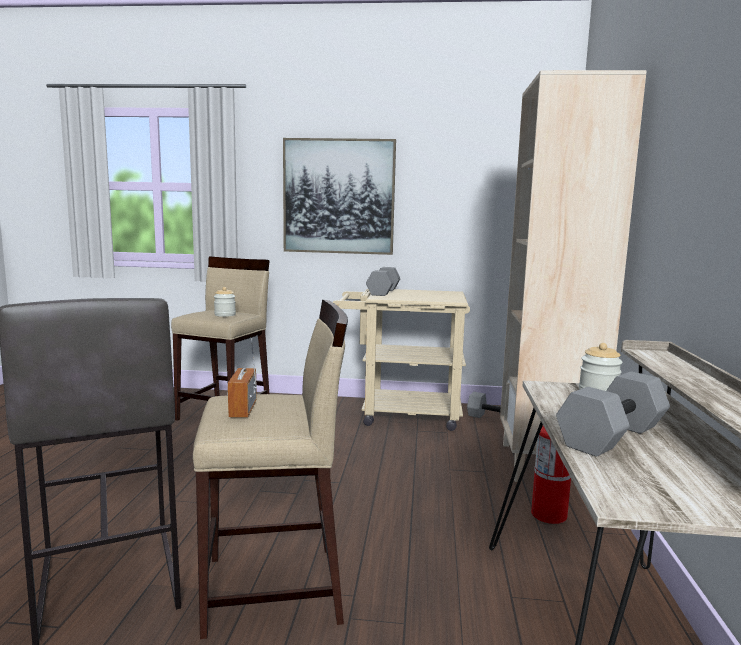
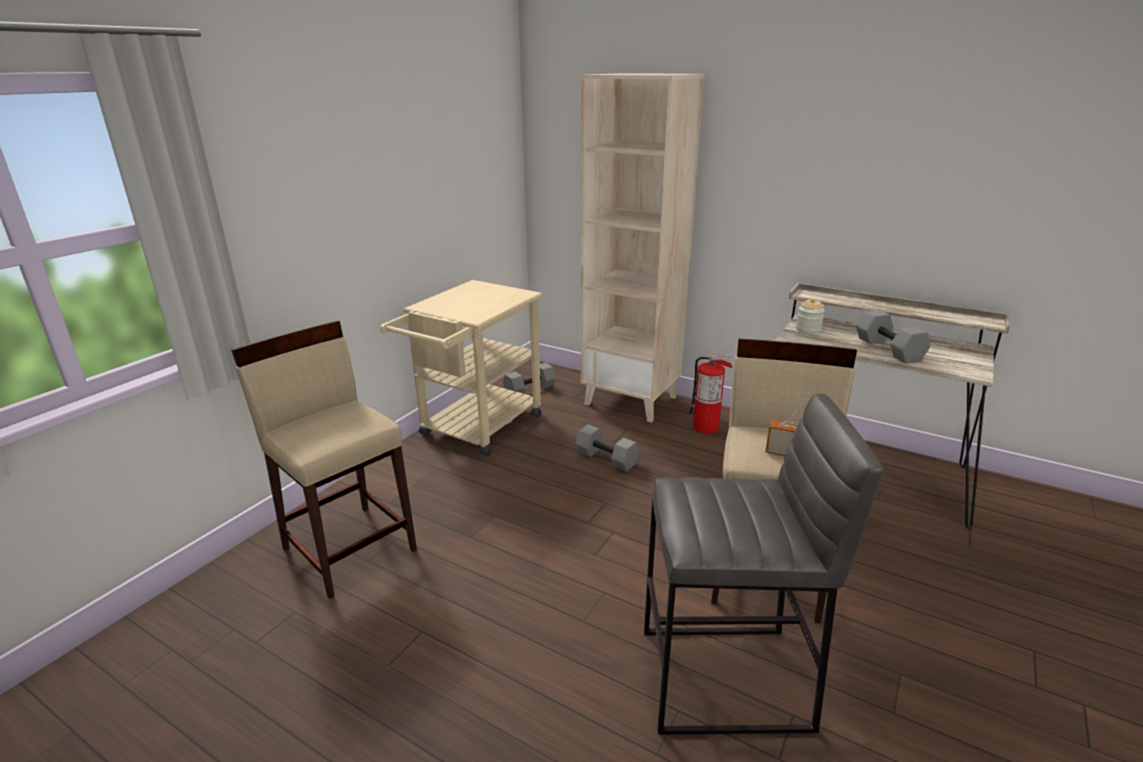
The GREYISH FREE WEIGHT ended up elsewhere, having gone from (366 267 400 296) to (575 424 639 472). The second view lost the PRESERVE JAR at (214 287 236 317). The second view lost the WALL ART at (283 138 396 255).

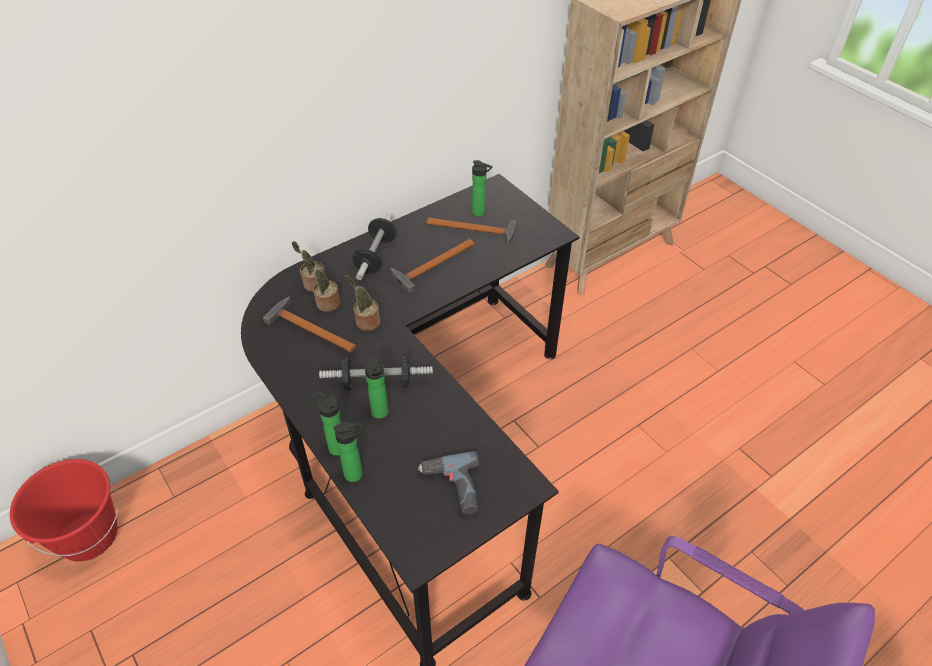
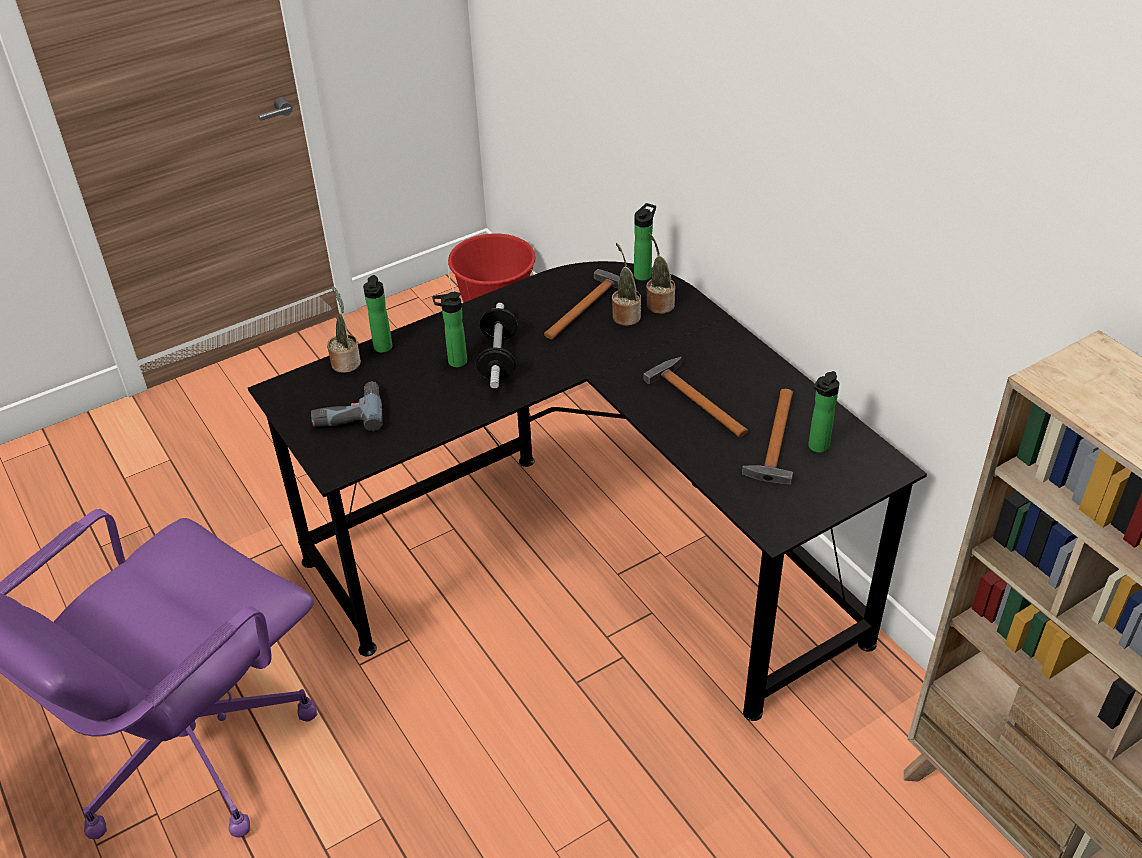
The HOUSEPLANT ended up elsewhere, having gone from (345 275 380 331) to (327 286 361 373). The BOTTLE ended up elsewhere, having gone from (310 392 341 456) to (634 203 656 281). The second view lost the FREE WEIGHT at (353 214 396 280).

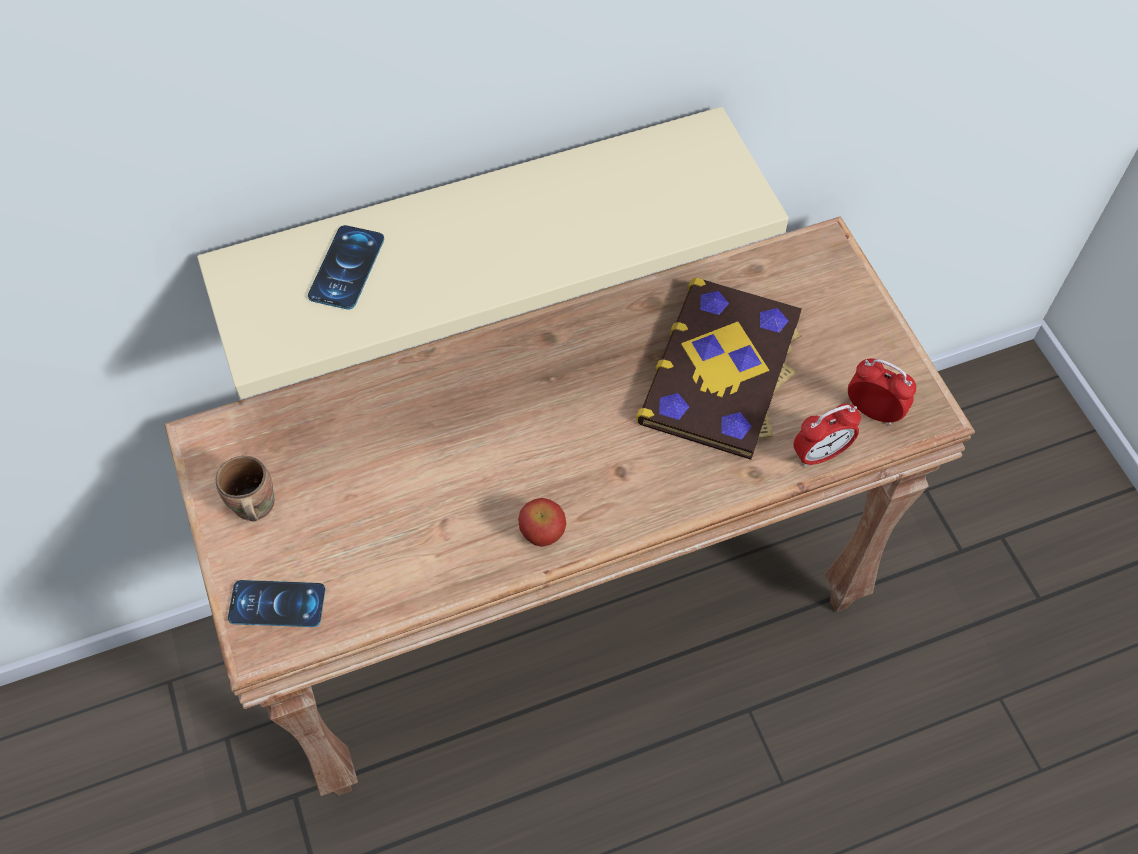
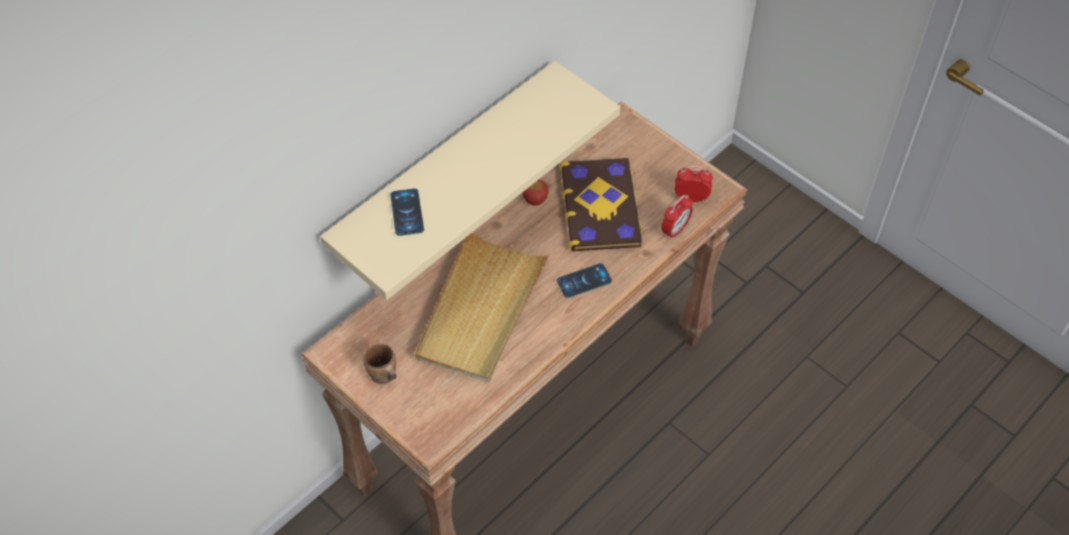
The second view gained the BEIGE CARRYING TRAY at (415 233 550 382). The APPLE ended up elsewhere, having gone from (518 498 566 547) to (522 179 549 206). The TELEPHONE ended up elsewhere, having gone from (228 580 325 627) to (556 263 612 298).

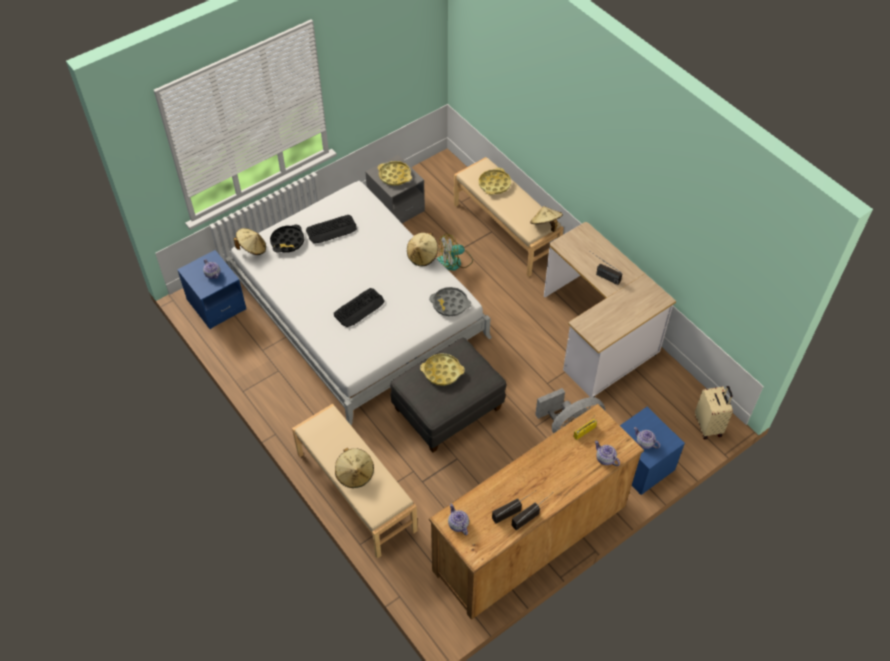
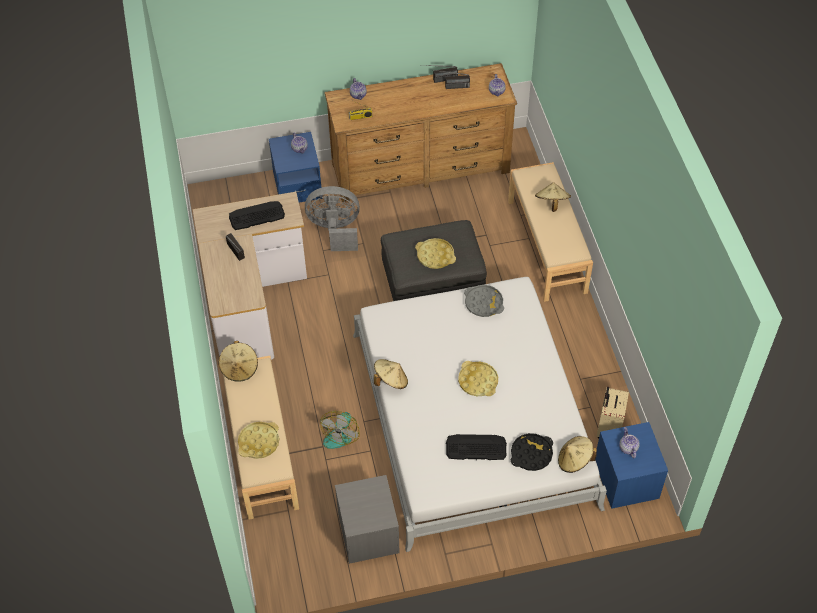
The COMPUTER KEYBOARD ended up elsewhere, having gone from (334 288 385 327) to (229 201 285 230). The COOLING FAN at (437 233 473 271) ended up facing another way, 105 degrees clockwise from before. The YELLOW-COLOURED CARRYING TRAY ended up elsewhere, having gone from (378 161 412 186) to (458 361 498 396). The GREYISH CARRYING TRAY ended up elsewhere, having gone from (429 287 471 316) to (464 285 504 317). The BEIGE SUITCASE ended up elsewhere, having gone from (695 386 733 439) to (597 387 629 438).

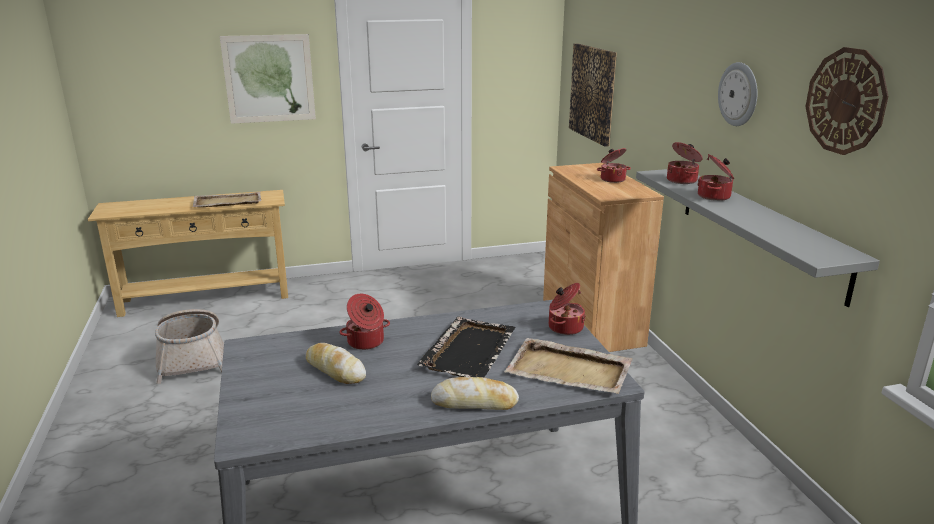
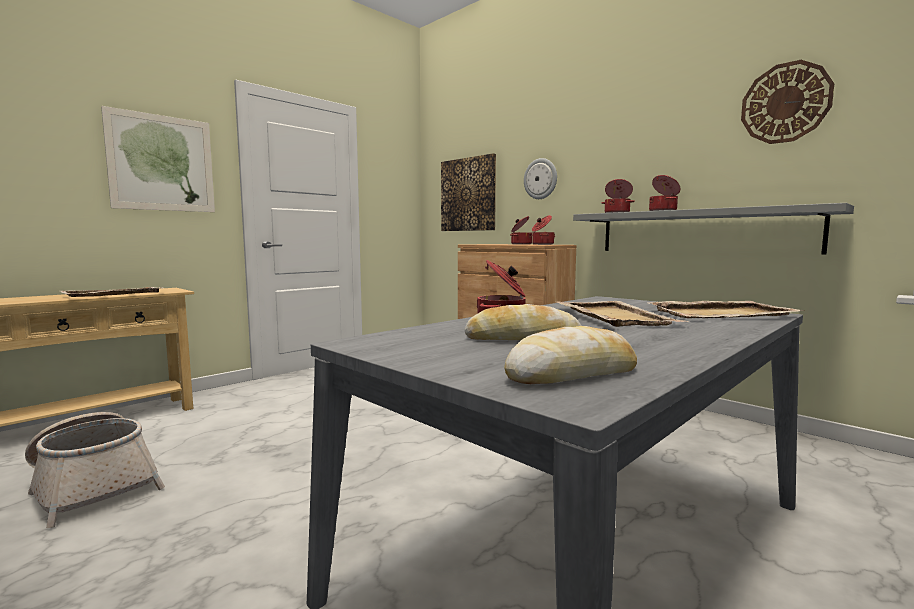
The BAKERY BREAD ended up elsewhere, having gone from (431 377 519 410) to (504 326 637 384). The WALL CLOCK ended up elsewhere, having gone from (718 62 758 126) to (524 158 557 199). The STOCKPOT ended up elsewhere, having gone from (549 283 586 335) to (532 215 555 245). What was the BLACK CARRYING TRAY at (417 317 515 378) turned into the BEIGE CARRYING TRAY at (557 301 689 327).

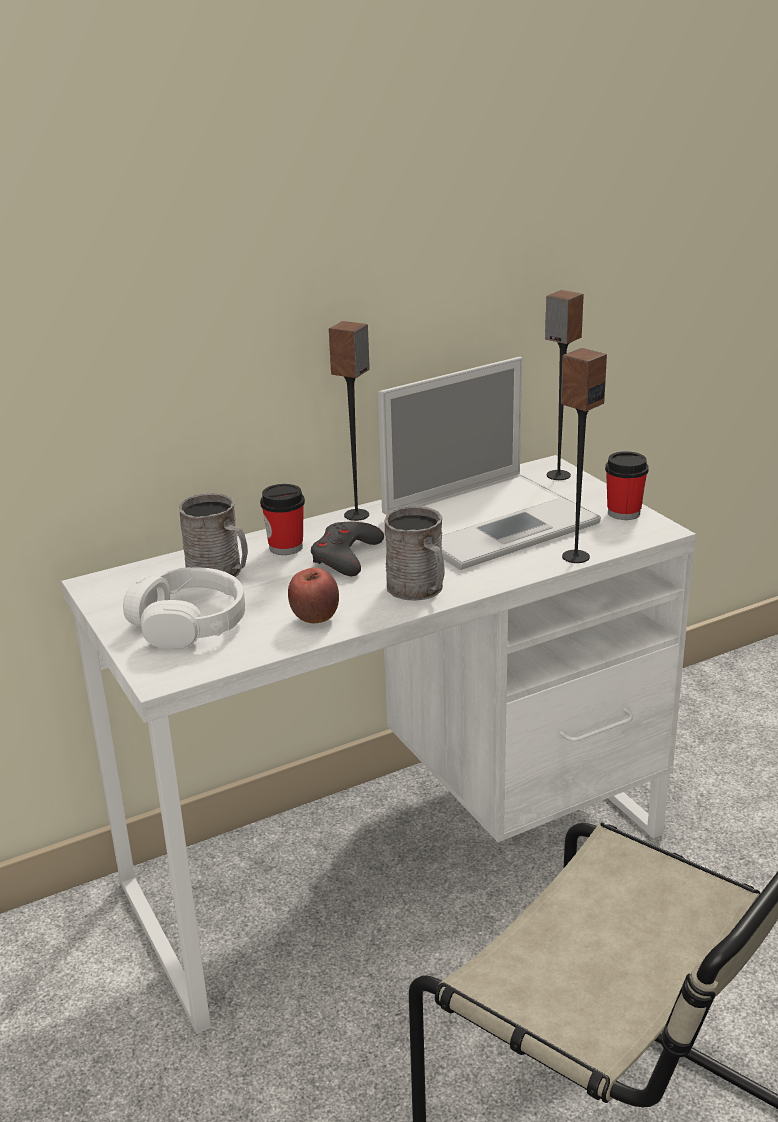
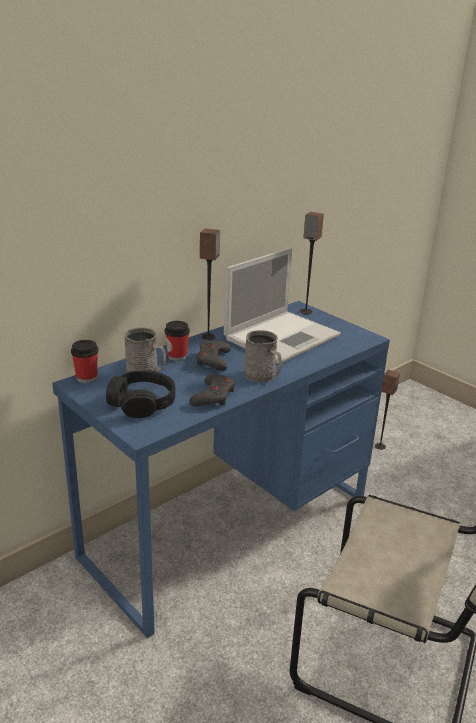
What was the WHITE-COLOURED DESK UNIT at (61 455 696 1034) turned into the BLUISH DESK UNIT at (52 301 390 638). The CUP ended up elsewhere, having gone from (605 451 649 520) to (71 340 99 383). What was the WHITE-COLOURED HEADPHONES at (123 567 245 649) turned into the BLACK HEADPHONES at (106 370 176 418). Where the APPLE stood at (288 567 339 623), the GREYISH JOYPAD came to stand at (189 374 235 406). The AUDIO SPEAKER ended up elsewhere, having gone from (561 348 607 563) to (375 370 400 450).

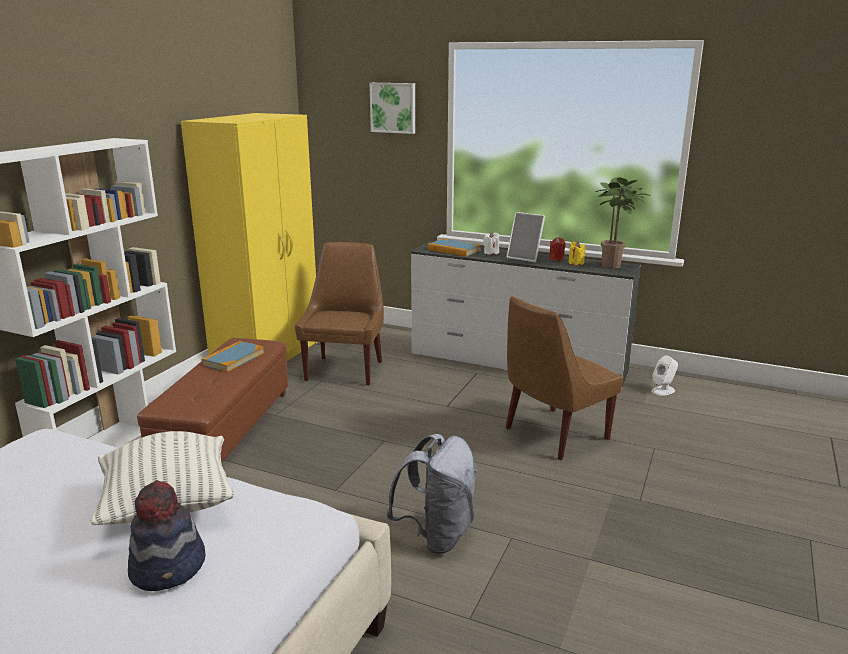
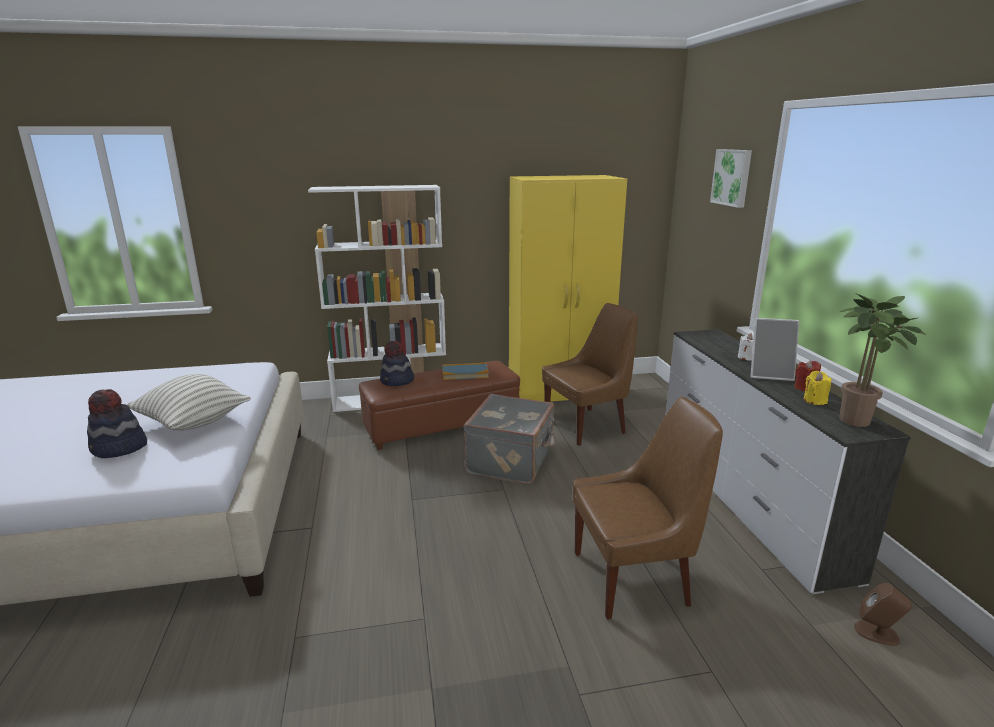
The second view gained the CLOTHING HAT at (380 341 415 386). The second view gained the GREYISH SUITCASE at (463 394 556 484). The BROWN CHAIR at (506 296 624 460) ended up facing another way, 150 degrees clockwise from before. The PICTURE FRAME at (506 212 545 262) ended up facing another way, 75 degrees counterclockwise from before. What was the WHITE-COLOURED AUDIO SPEAKER at (651 356 678 396) turned into the BROWN AUDIO SPEAKER at (854 583 912 646). The second view lost the GREYISH KNAPSACK at (386 434 477 554). The second view lost the BOOK at (428 239 481 257).

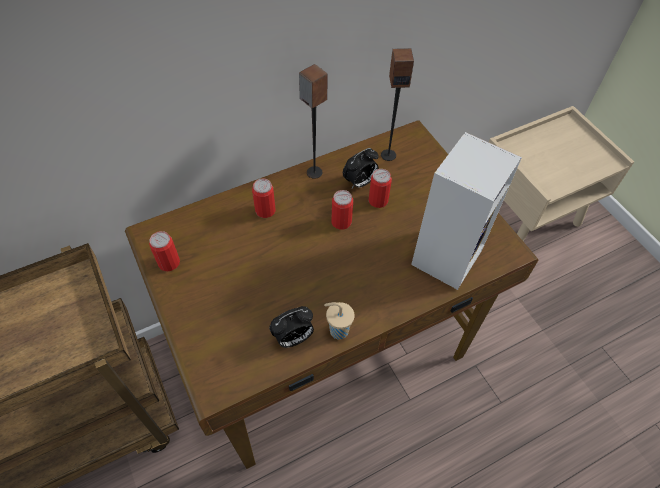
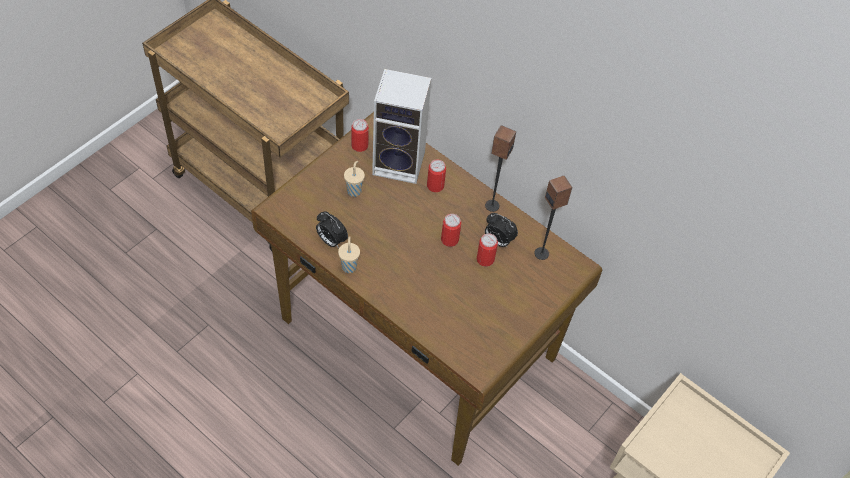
The second view gained the BEIGE CUP at (344 161 365 197). The AUDIO SPEAKER ended up elsewhere, having gone from (411 132 522 290) to (372 69 431 184).

